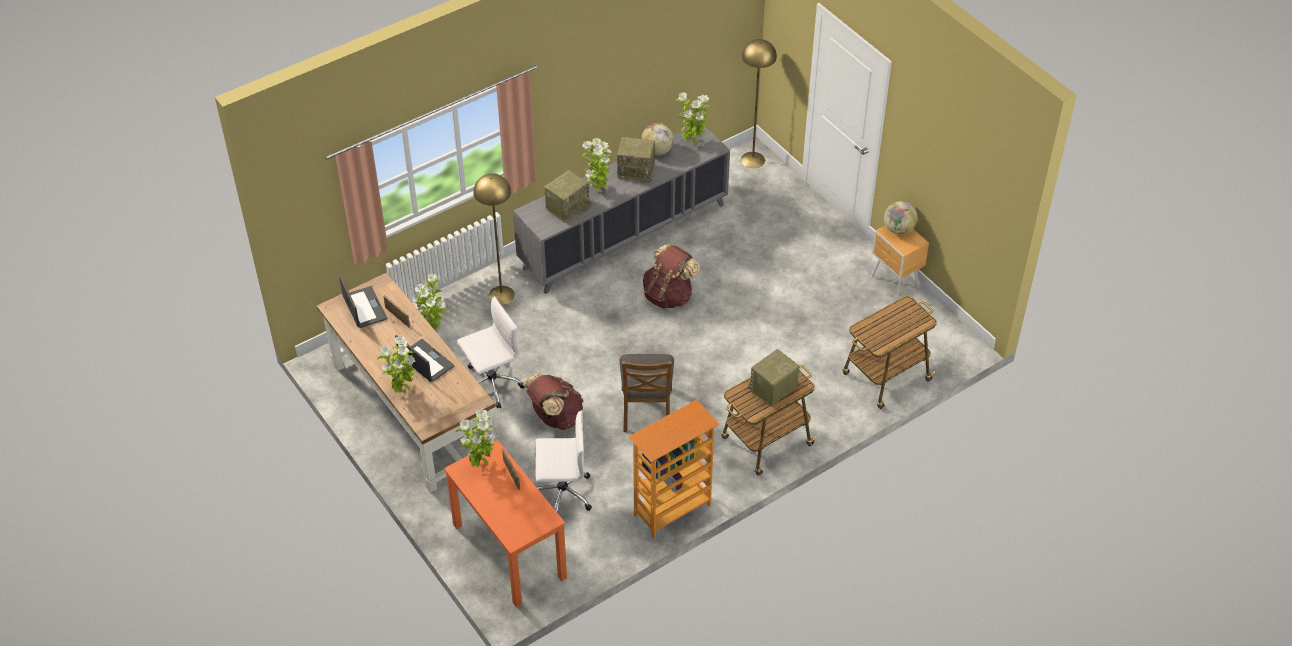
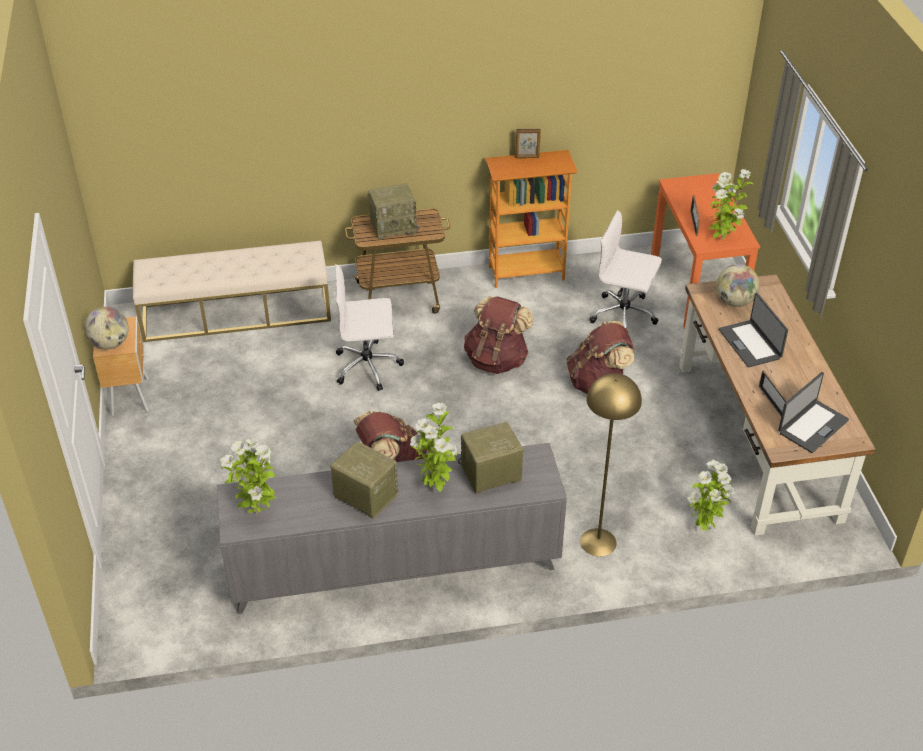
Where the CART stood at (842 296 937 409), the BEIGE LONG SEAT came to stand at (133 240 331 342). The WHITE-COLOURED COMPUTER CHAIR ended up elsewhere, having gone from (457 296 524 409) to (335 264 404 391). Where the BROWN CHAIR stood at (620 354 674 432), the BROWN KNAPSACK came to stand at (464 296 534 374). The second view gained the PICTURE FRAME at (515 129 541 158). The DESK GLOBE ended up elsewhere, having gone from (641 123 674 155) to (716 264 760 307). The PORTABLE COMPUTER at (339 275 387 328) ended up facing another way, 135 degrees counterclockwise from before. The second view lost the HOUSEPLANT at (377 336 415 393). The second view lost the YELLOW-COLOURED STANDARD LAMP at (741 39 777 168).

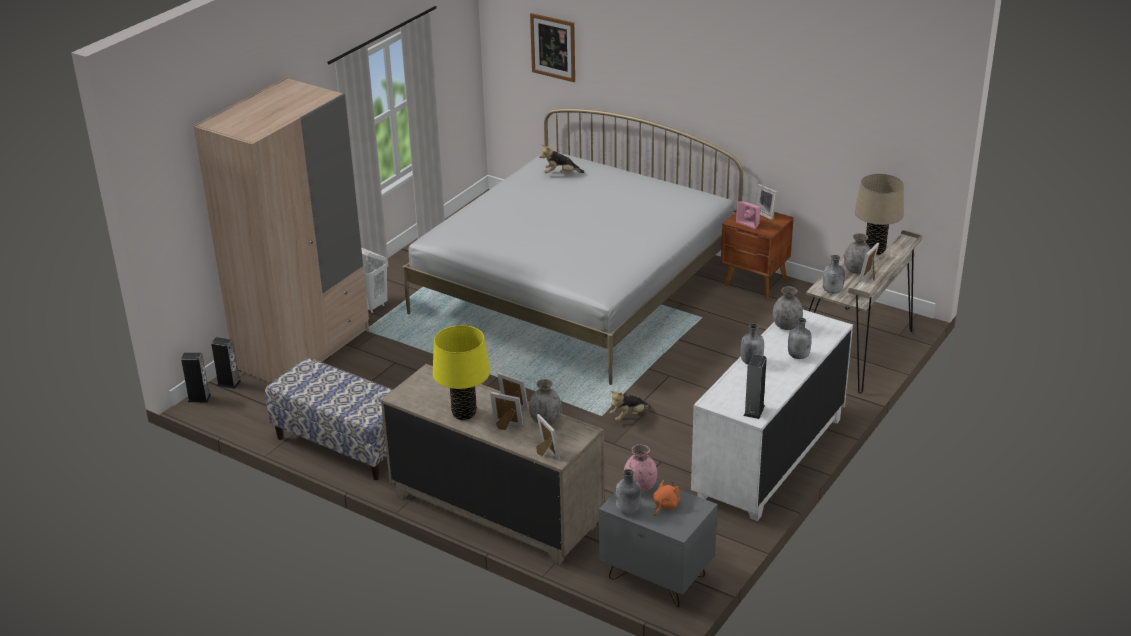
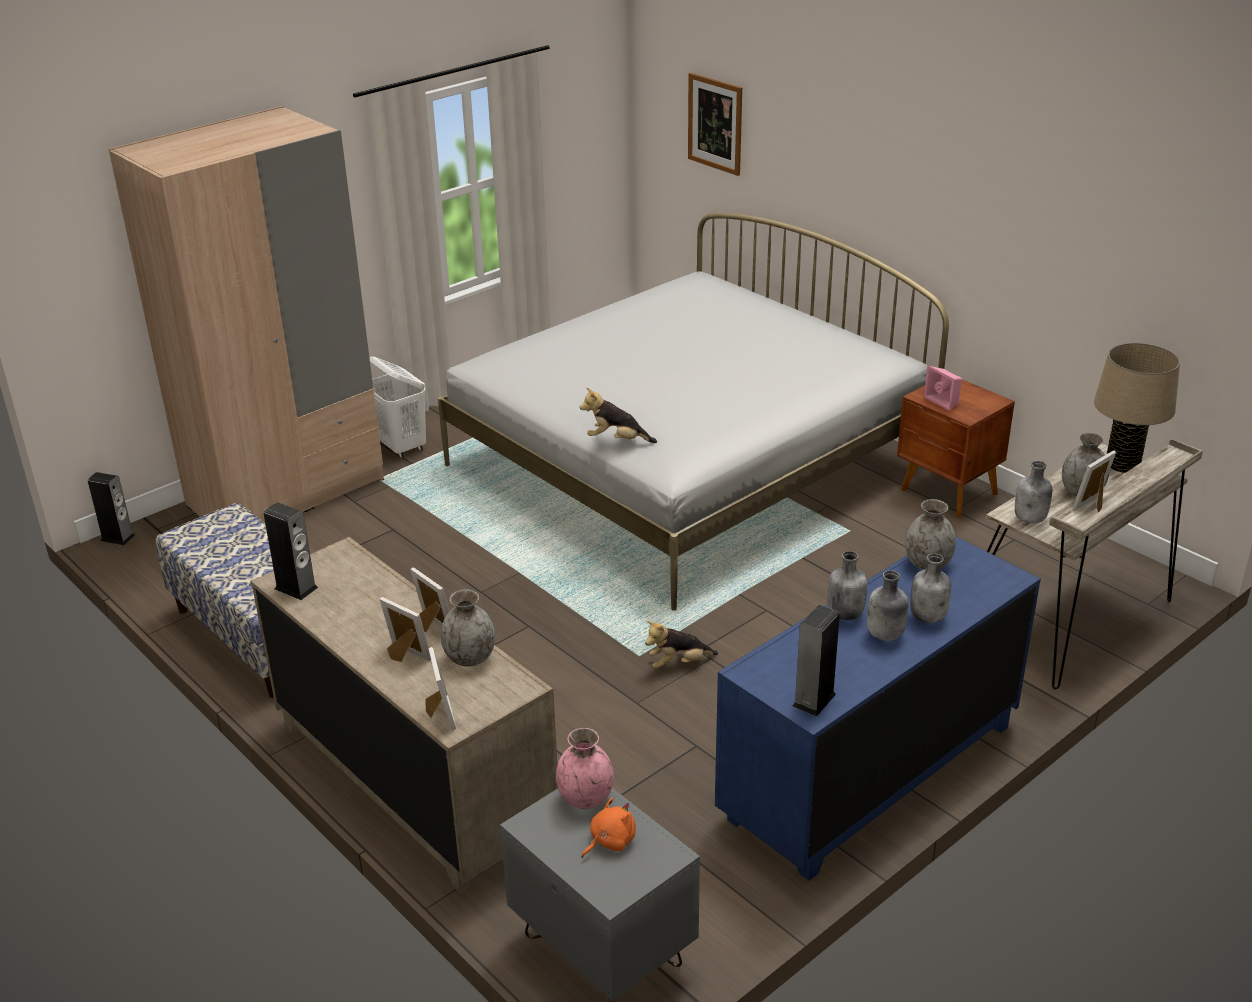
The AUDIO SPEAKER ended up elsewhere, having gone from (211 337 241 389) to (264 502 318 600). The SOFT TOY ended up elsewhere, having gone from (539 144 584 173) to (580 387 657 443). What was the WHITE-COLOURED CHEST OF DRAWERS at (691 310 853 521) turned into the BLUISH CHEST OF DRAWERS at (715 536 1041 881). The GREYISH BOTTLE ended up elsewhere, having gone from (615 469 641 514) to (867 570 908 641). The second view lost the YELLOW-COLOURED TABLETOP LAMP at (433 325 490 420). The second view lost the PICTURE FRAME at (755 184 778 220).

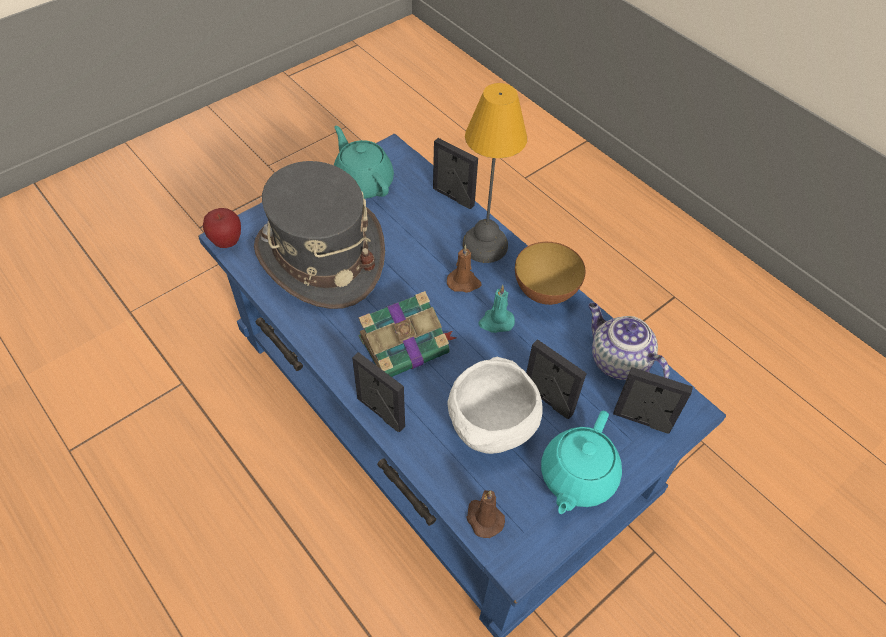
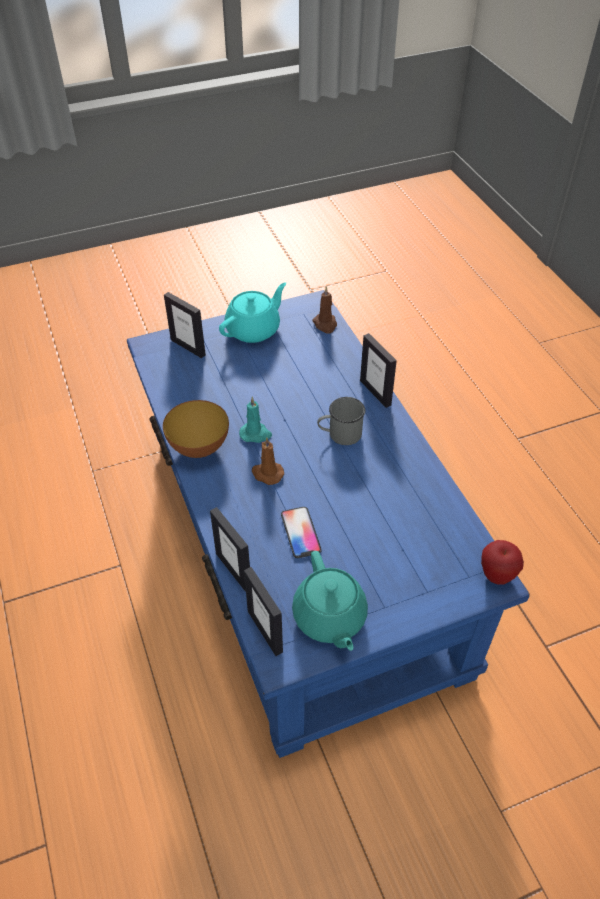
The PICTURE FRAME ended up elsewhere, having gone from (526 339 587 419) to (244 567 283 656). The second view gained the TELEPHONE at (281 507 322 558). Where the BOOK stood at (359 291 457 377), the GREYISH MUG came to stand at (317 397 365 445). The second view lost the GREYISH CLOTHING HAT at (254 161 385 309). The second view lost the WHITE-COLOURED BOWL at (448 357 543 454). The second view lost the TABLETOP LAMP at (462 83 527 263). The second view lost the TEA POT at (588 302 670 380).

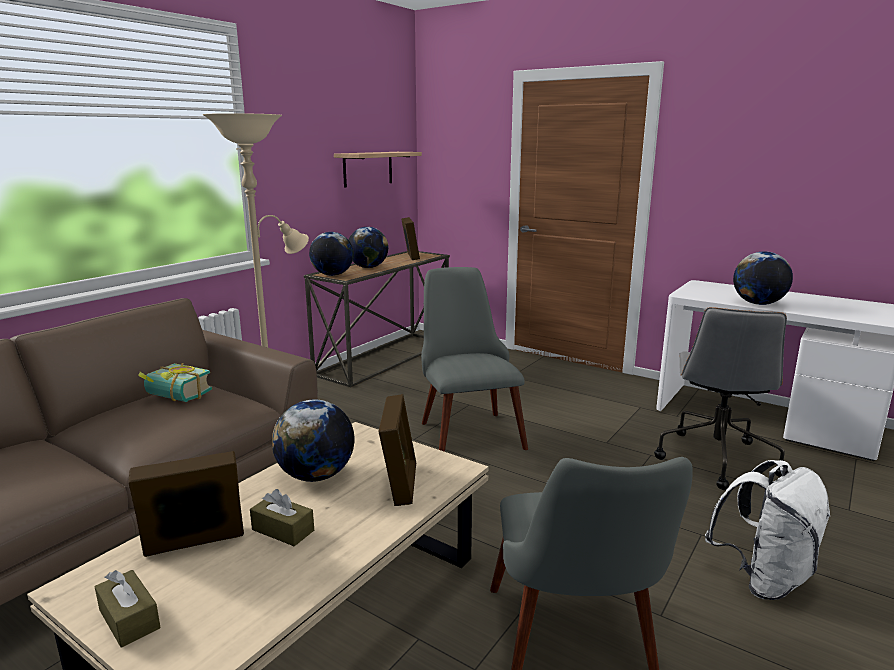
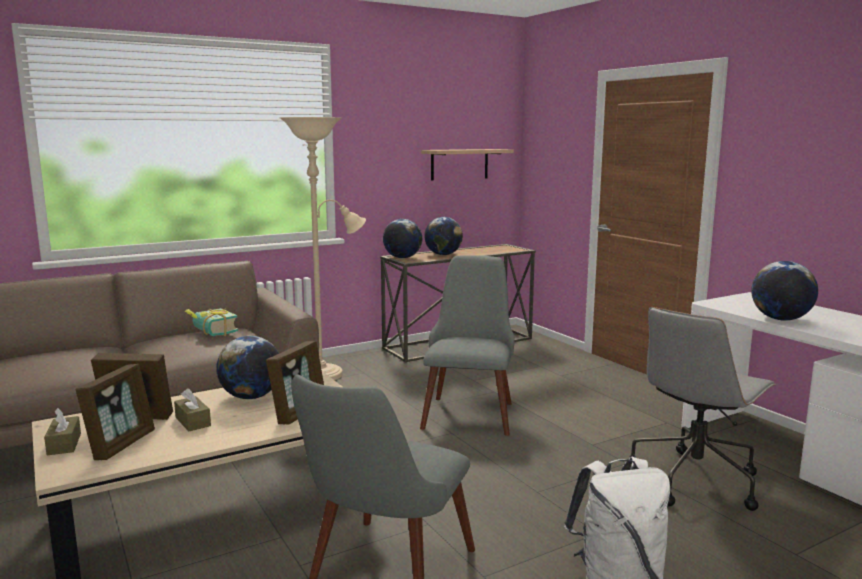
The PICTURE FRAME ended up elsewhere, having gone from (401 217 420 260) to (76 364 155 460).

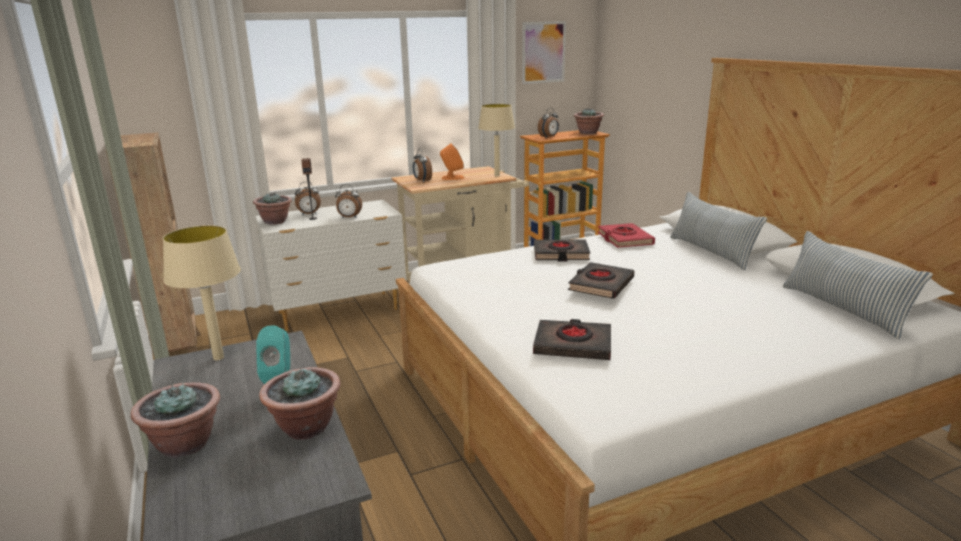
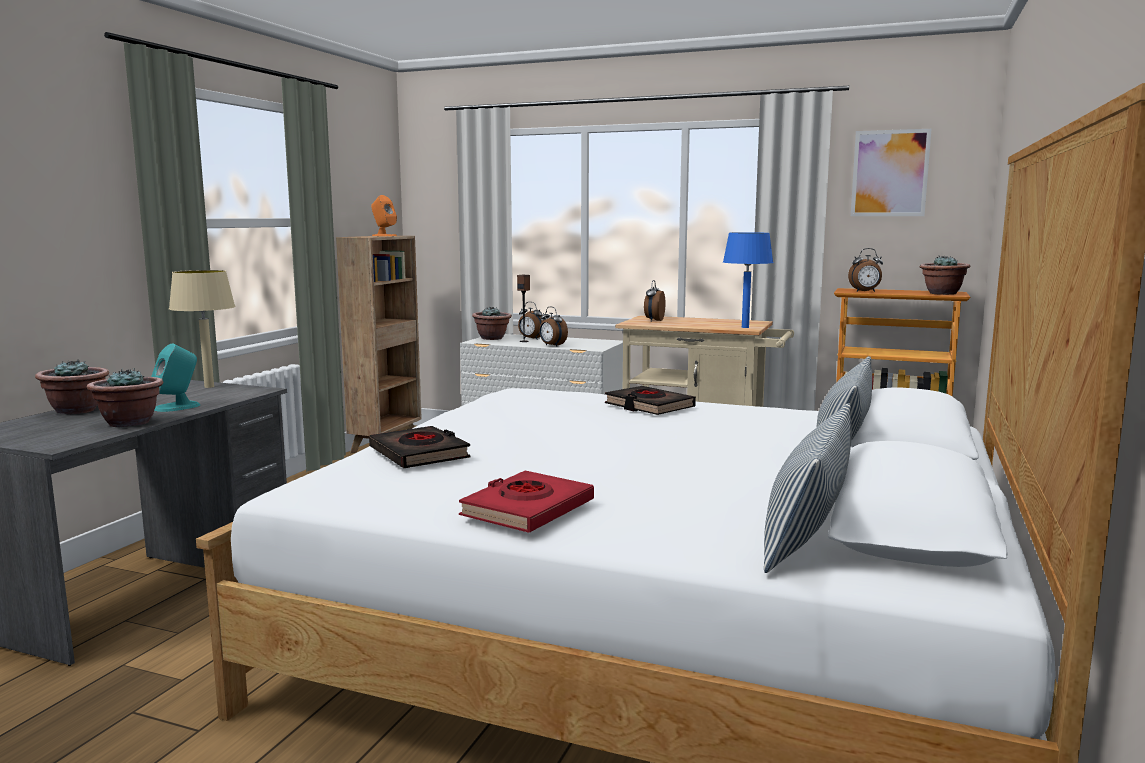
The ORANGE-COLOURED AUDIO SPEAKER ended up elsewhere, having gone from (440 143 465 180) to (371 195 397 236). The REDDISH BOOK ended up elsewhere, having gone from (598 223 655 248) to (459 470 594 533). What was the BEIGE TABLETOP LAMP at (478 104 515 177) turned into the BLUISH TABLETOP LAMP at (723 232 773 328). The second view lost the BLACK BOOK at (568 262 634 299).

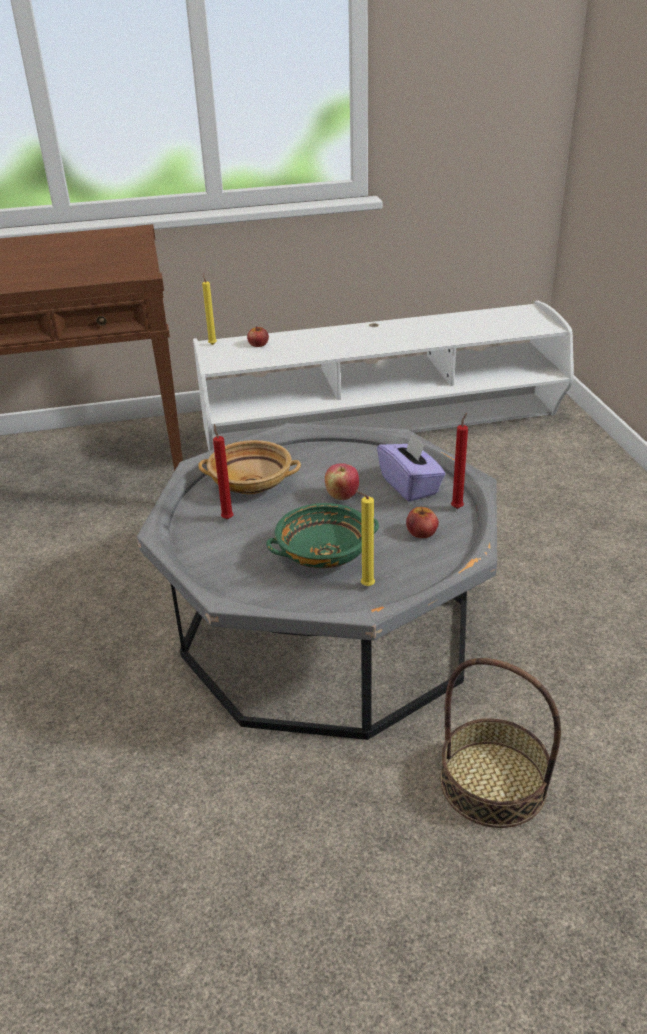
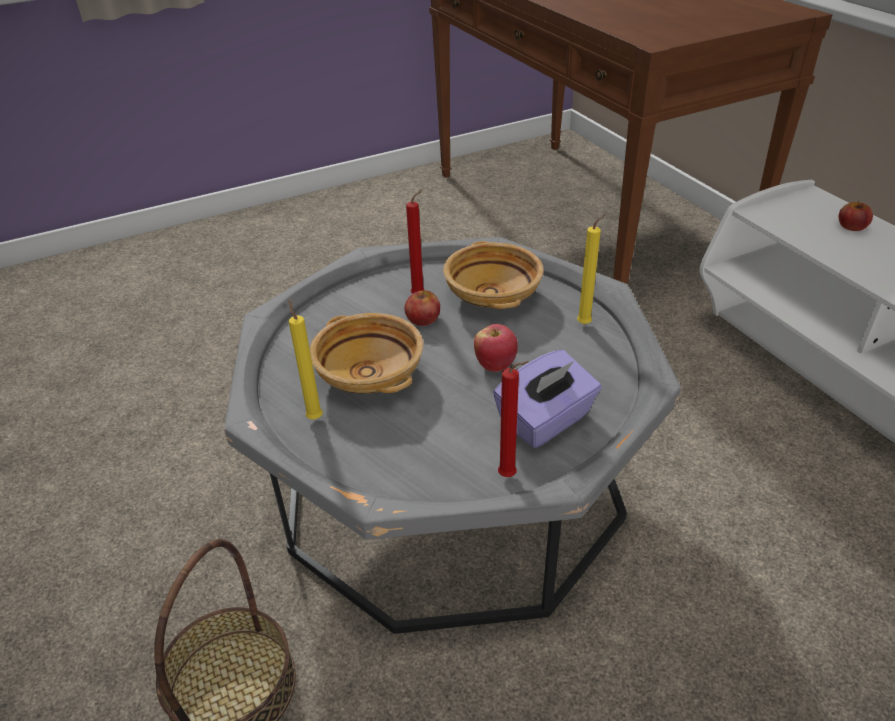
What was the GREEN-COLOURED BOWL at (266 503 379 568) turned into the BEIGE BOWL at (310 313 423 394). The APPLE ended up elsewhere, having gone from (406 506 439 538) to (404 290 440 326). The YELLOW-COLOURED WAX LIGHT ended up elsewhere, having gone from (202 273 217 345) to (577 214 606 324).

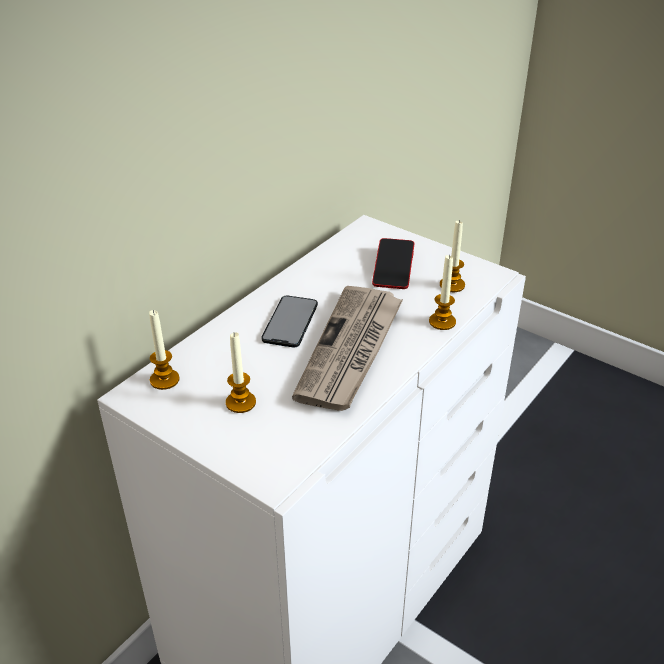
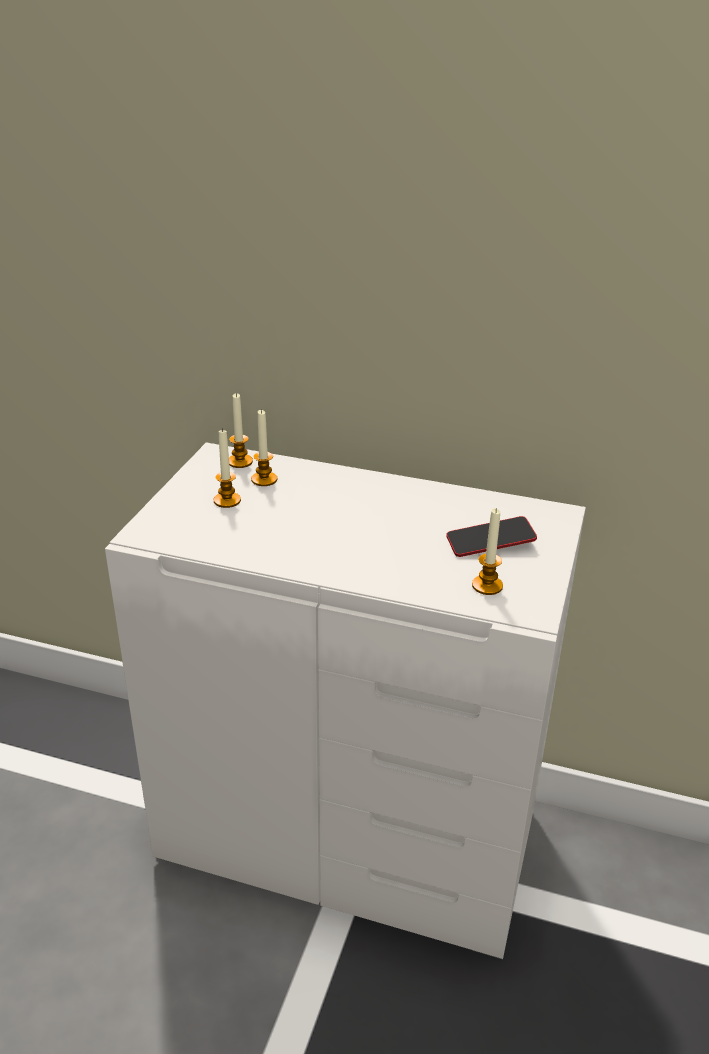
The WAX LIGHT ended up elsewhere, having gone from (429 255 456 330) to (251 409 277 486). The second view lost the TELEPHONE at (261 296 318 348). The second view lost the NEWSPAPER at (292 286 403 411).

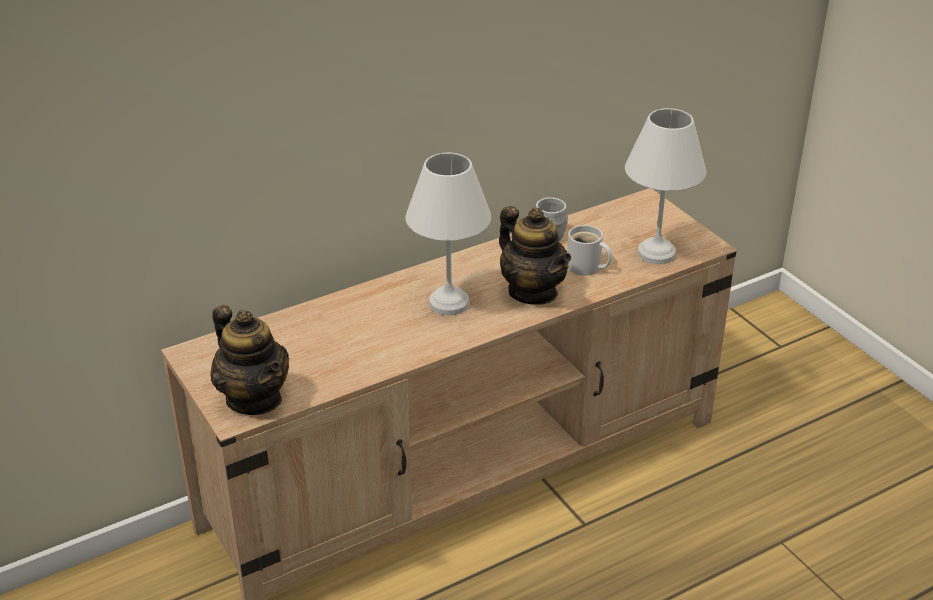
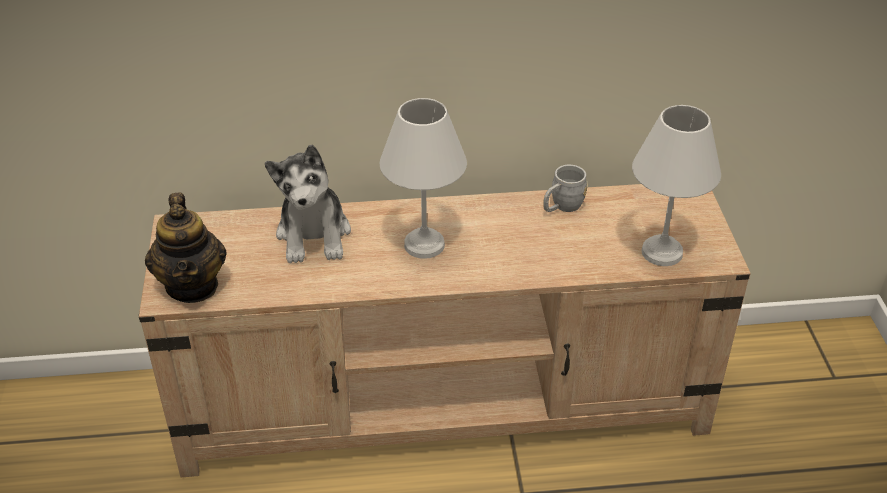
The second view gained the SOFT TOY at (265 145 351 263). The second view lost the TEA POT at (499 206 571 305). The second view lost the WHITE-COLOURED MUG at (567 225 612 276).

